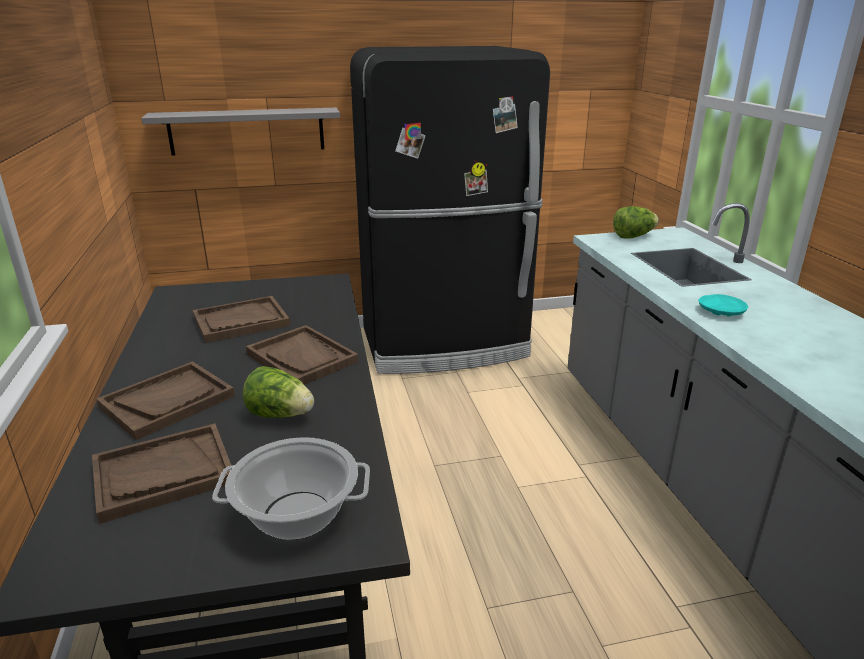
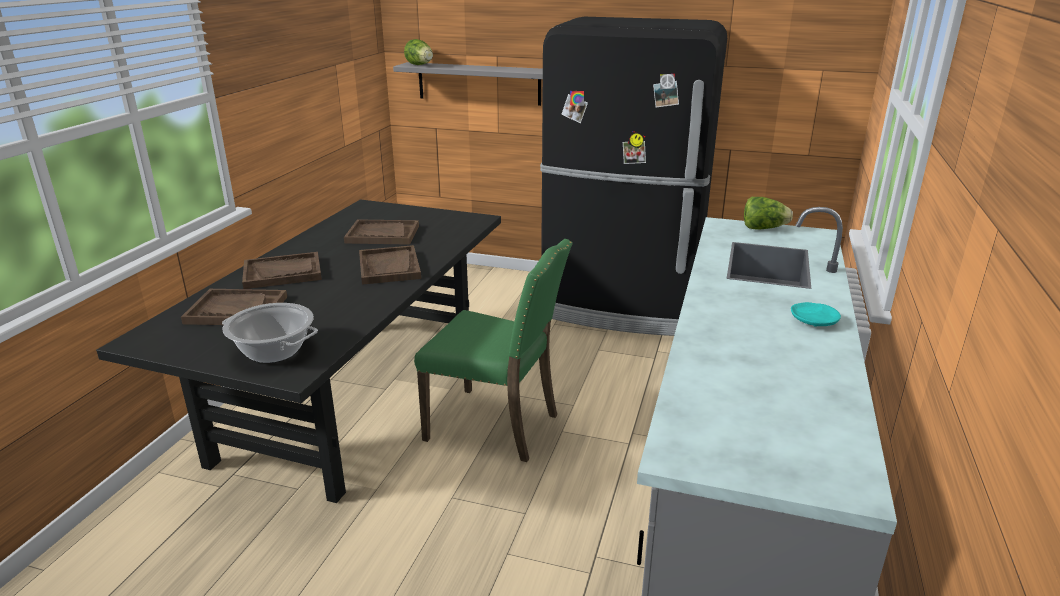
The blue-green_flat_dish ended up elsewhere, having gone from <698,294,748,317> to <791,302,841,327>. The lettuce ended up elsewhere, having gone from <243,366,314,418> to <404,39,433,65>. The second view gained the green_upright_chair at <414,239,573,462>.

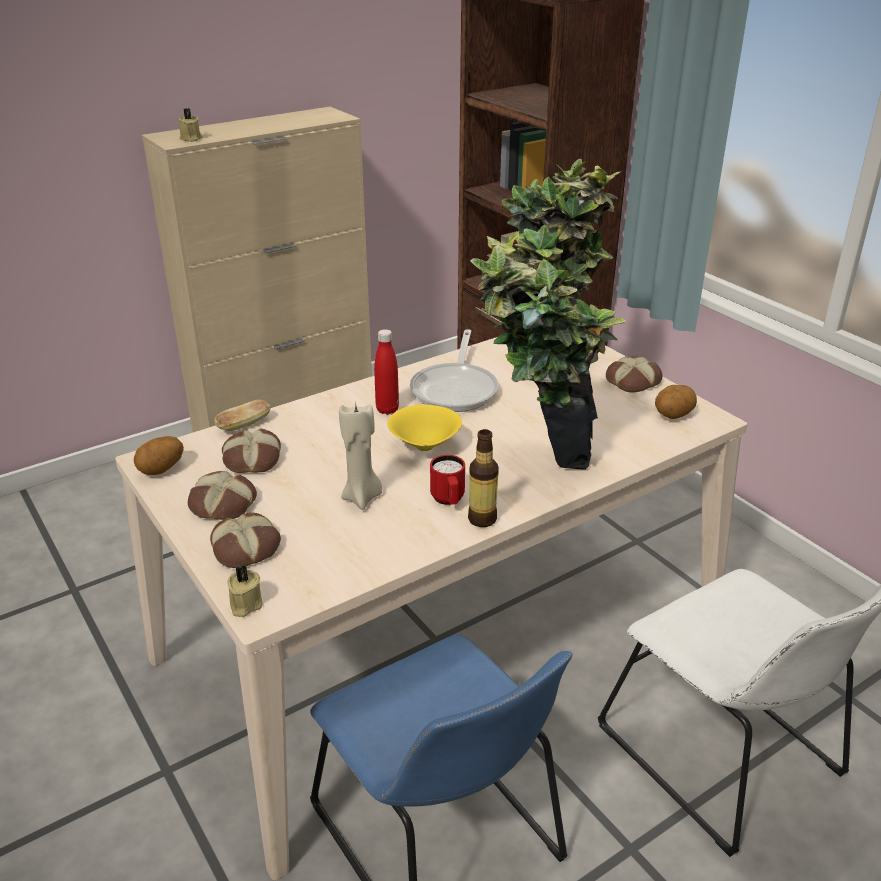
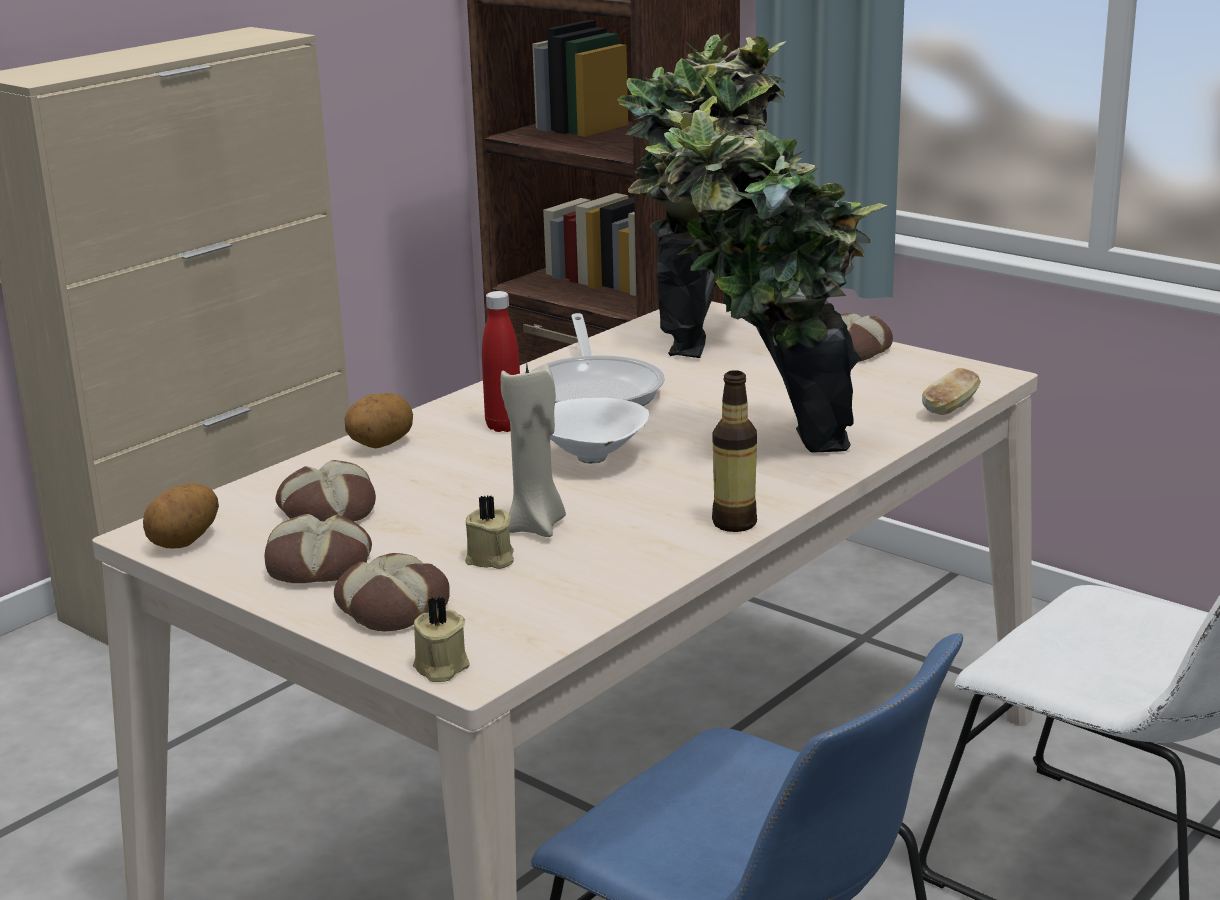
The beige-coloured_candle ended up elsewhere, having gone from <178,108,202,142> to <465,495,514,569>. The spud ended up elsewhere, having gone from <655,385,697,419> to <345,393,413,448>. The bread ended up elsewhere, having gone from <214,399,271,431> to <922,368,981,415>. What was the yellowish_deep_dish at <387,405,462,451> turned into the white_deep_dish at <550,398,649,464>. The second view lost the reddish_coffee_mug at <430,455,465,505>.

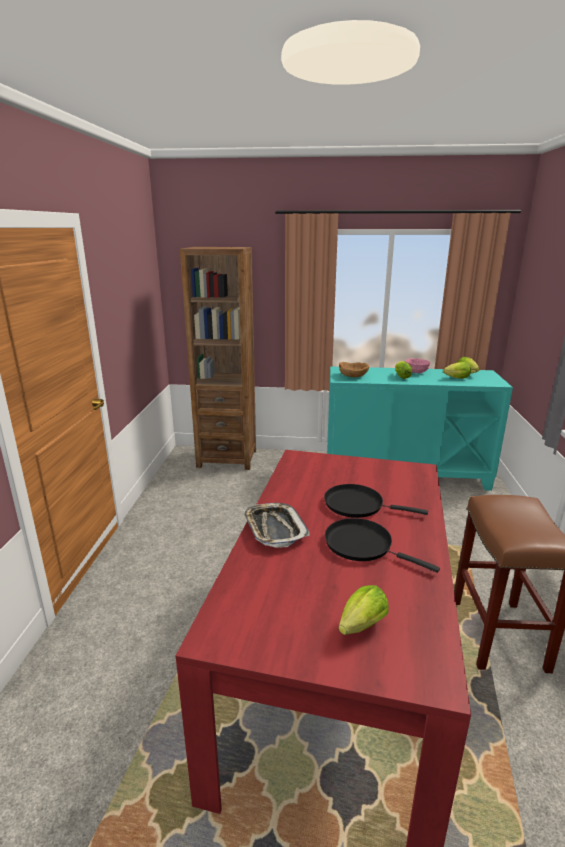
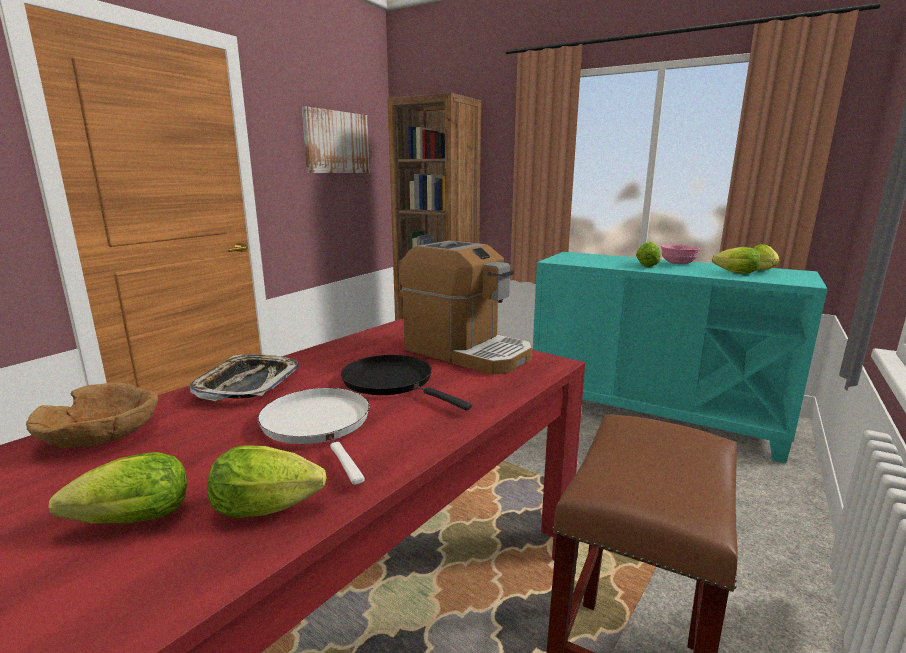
The brownish_deep_dish ended up elsewhere, having gone from <339,362,369,377> to <26,383,158,448>. What was the black-coloured_skillet at <325,518,440,573> turned into the white_skillet at <258,388,370,485>. The second view gained the wall_art at <301,106,370,173>. The second view gained the coffee_machine at <399,241,532,375>. The second view gained the lettuce at <207,445,327,518>.

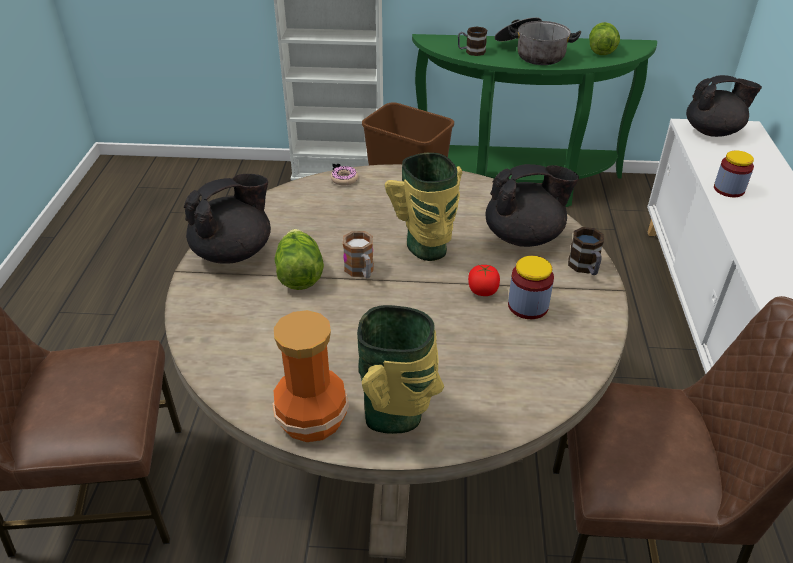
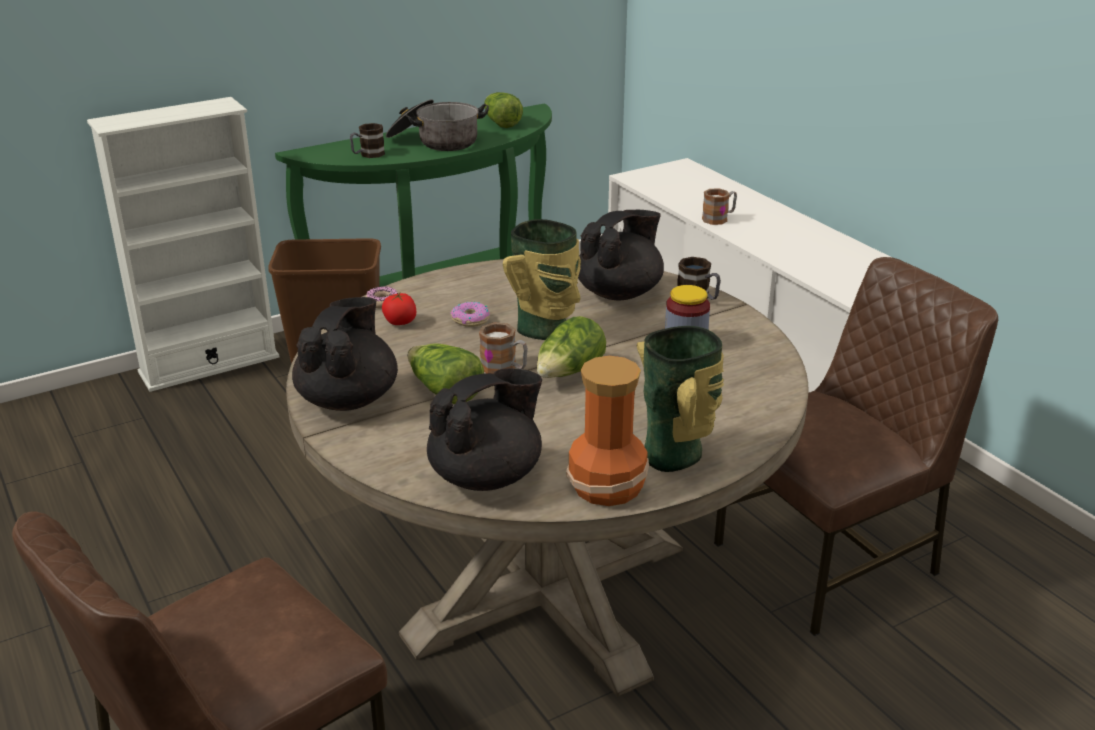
The black-coloured_tea_pot ended up elsewhere, having gone from <686,75,762,137> to <427,369,542,491>. Where the preserve_jar stood at <714,150,754,197>, the coffee_mug came to stand at <702,188,737,225>. The fresh_tomato ended up elsewhere, having gone from <468,265,500,296> to <382,293,417,325>. The second view gained the donut at <450,302,490,327>. The second view gained the lettuce at <537,316,606,378>.

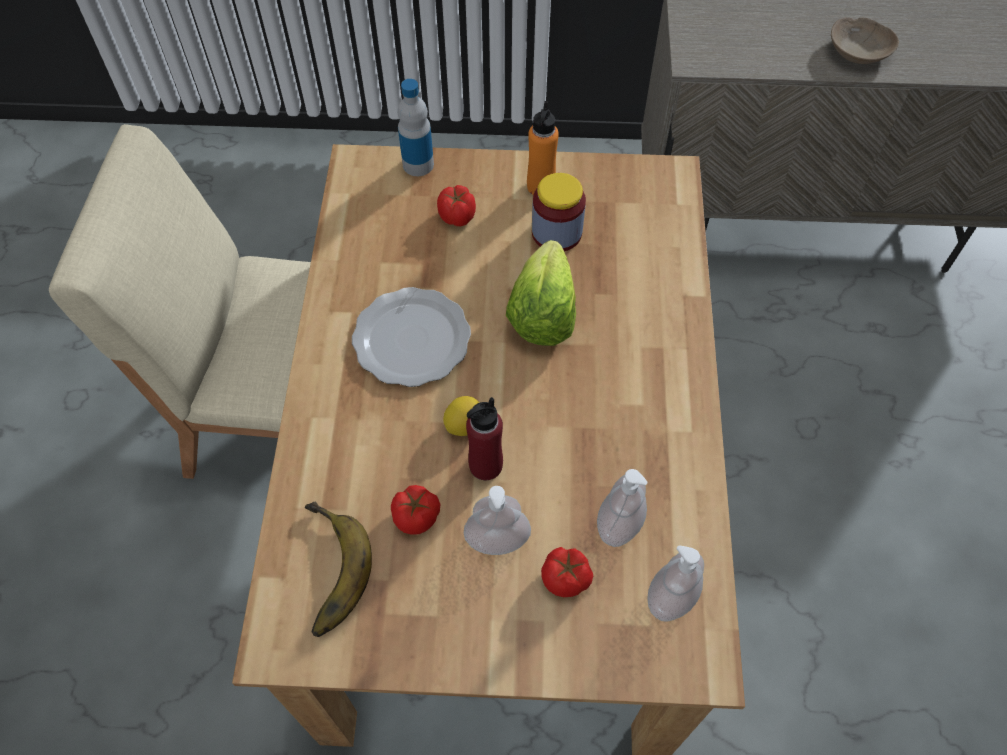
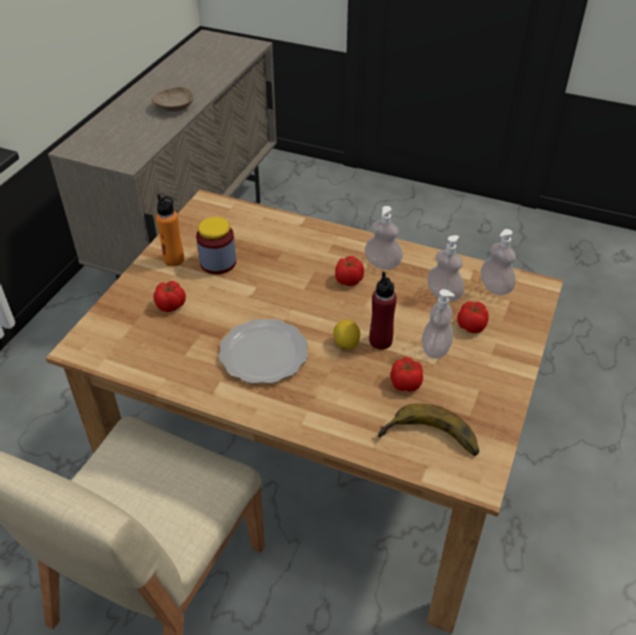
The second view lost the drink_bottle at <398,79,434,176>. The second view lost the lettuce at <506,240,576,346>. The second view gained the soap_dispenser at <364,206,403,270>. The second view gained the fresh_tomato at <335,256,364,286>.

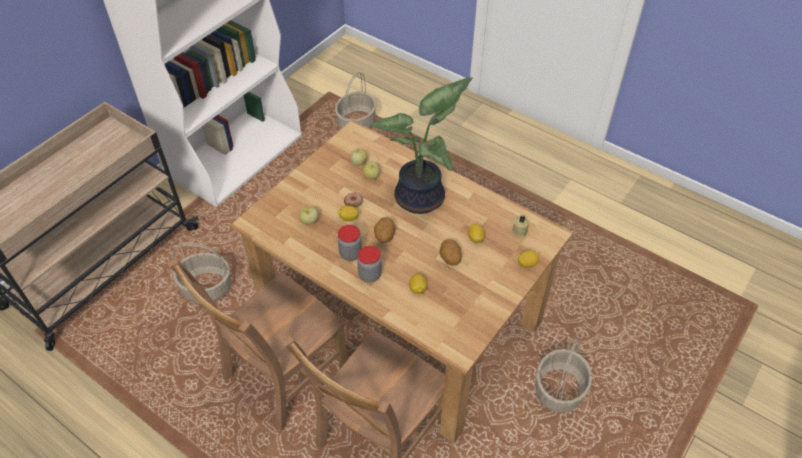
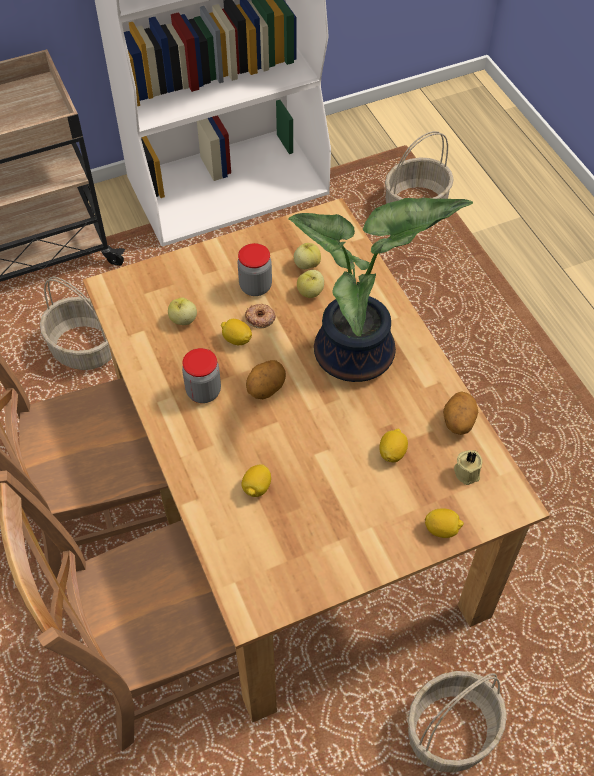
The spud ended up elsewhere, having gone from <440,239,462,266> to <443,391,478,435>. The preserve_jar ended up elsewhere, having gone from <357,246,382,282> to <238,243,272,296>.

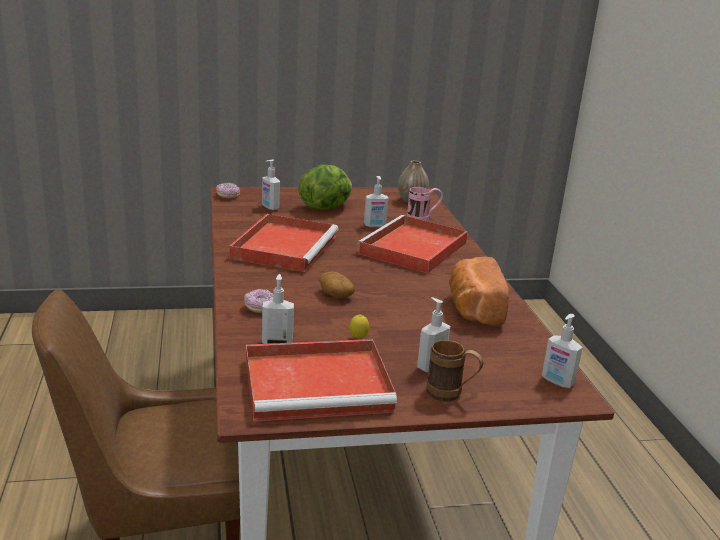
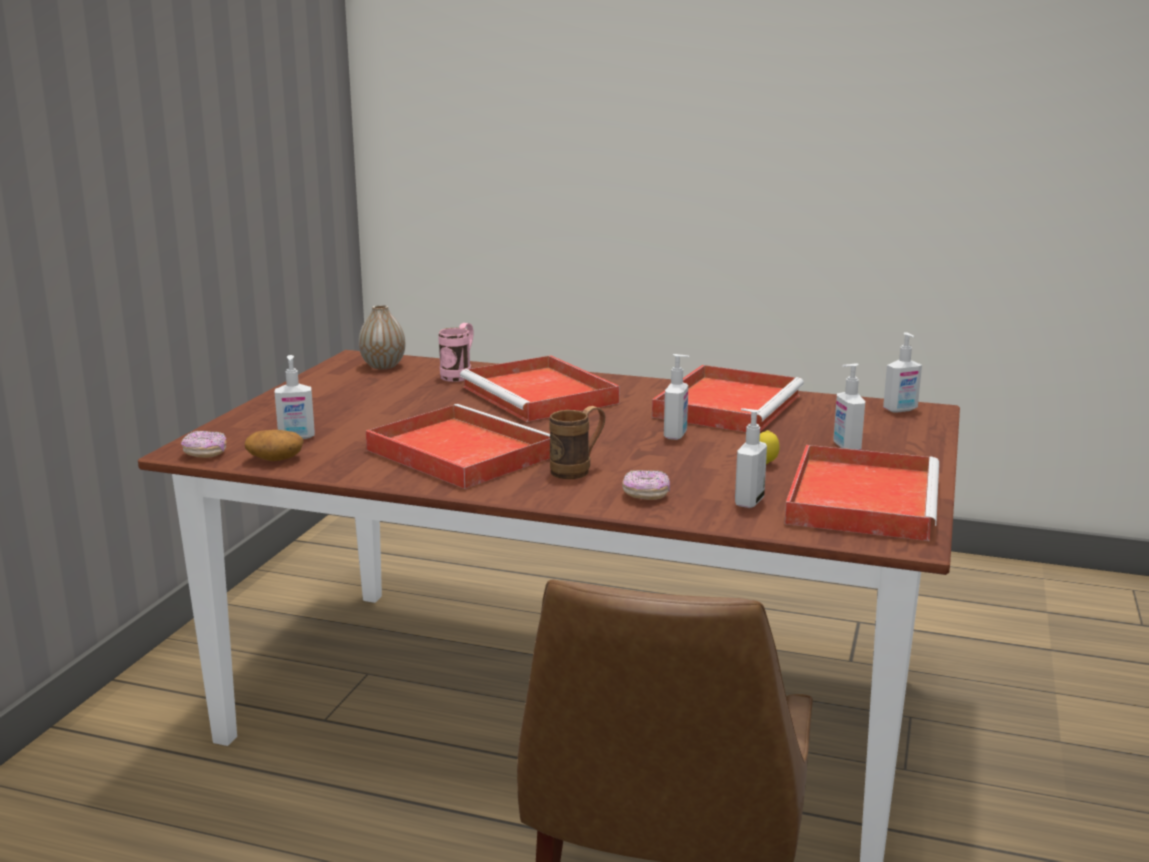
The second view lost the lettuce at <299,165,352,209>. The soap_dispenser ended up elsewhere, having gone from <364,176,389,227> to <664,354,689,440>. Where the bread stood at <449,257,509,326>, the reddish_carrying_tray came to stand at <652,365,804,432>. The spud ended up elsewhere, having gone from <319,272,355,298> to <245,430,304,461>. The brownish_coffee_mug ended up elsewhere, having gone from <427,340,483,402> to <549,406,605,479>.

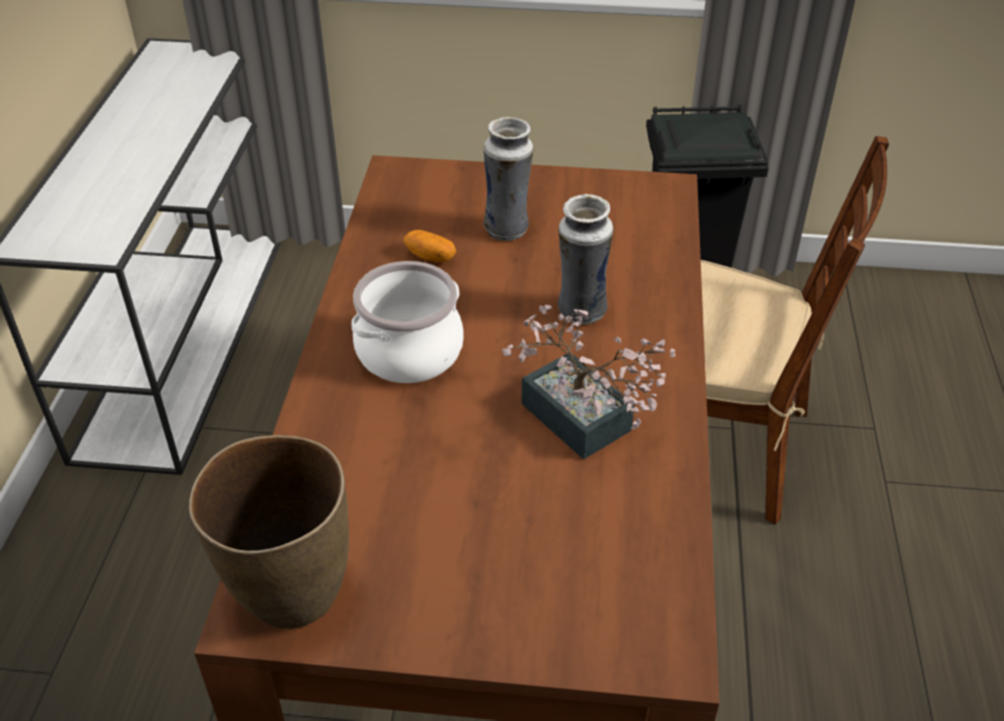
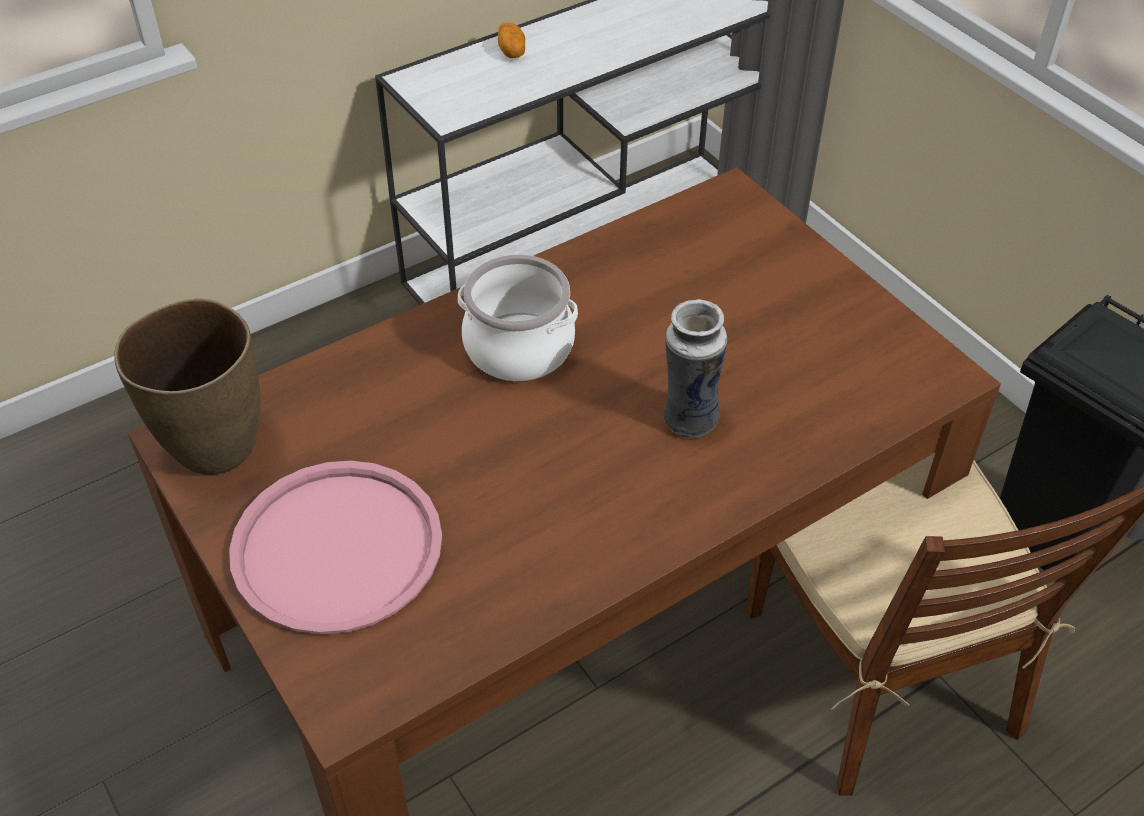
The second view lost the vase at <484,117,534,241>. The spud ended up elsewhere, having gone from <404,230,456,262> to <498,23,525,58>. The second view lost the houseplant at <502,305,675,460>. The second view gained the pink_carrying_tray at <229,461,442,634>.

